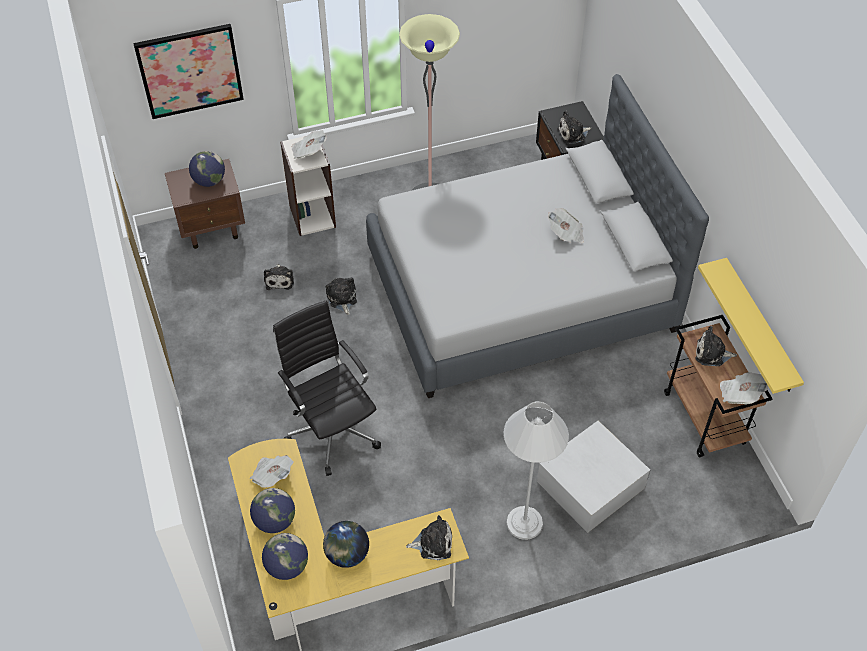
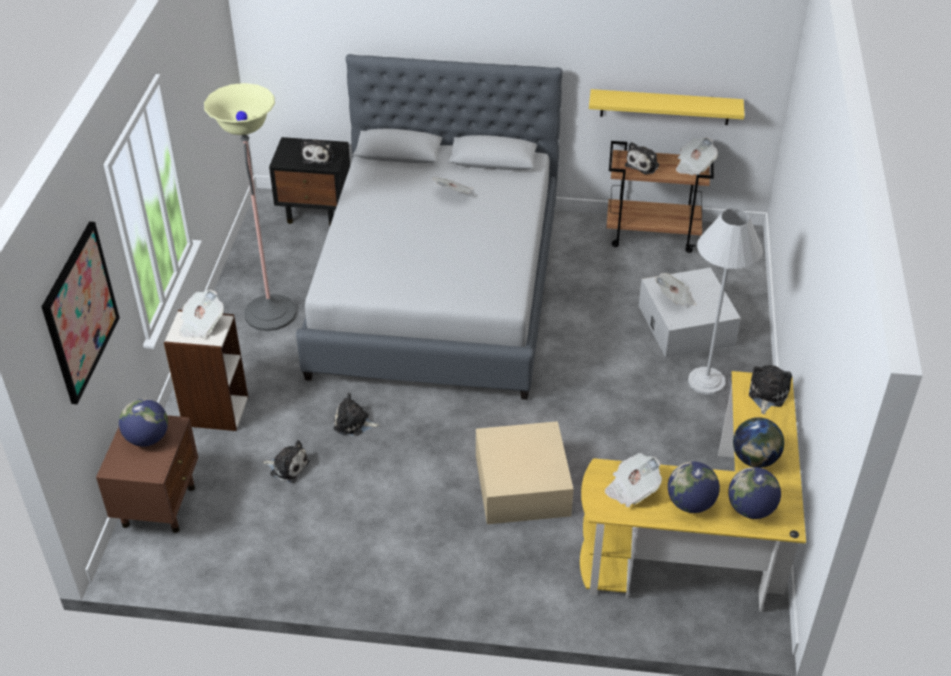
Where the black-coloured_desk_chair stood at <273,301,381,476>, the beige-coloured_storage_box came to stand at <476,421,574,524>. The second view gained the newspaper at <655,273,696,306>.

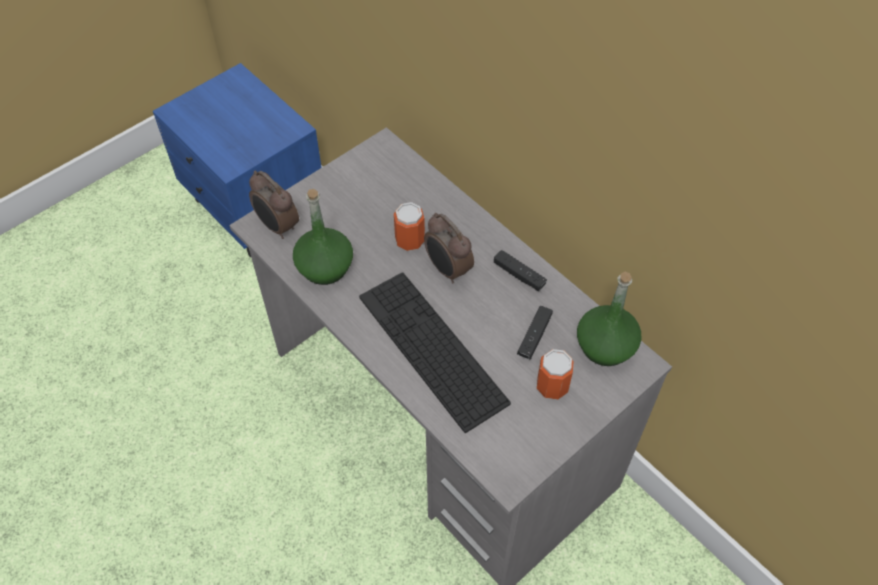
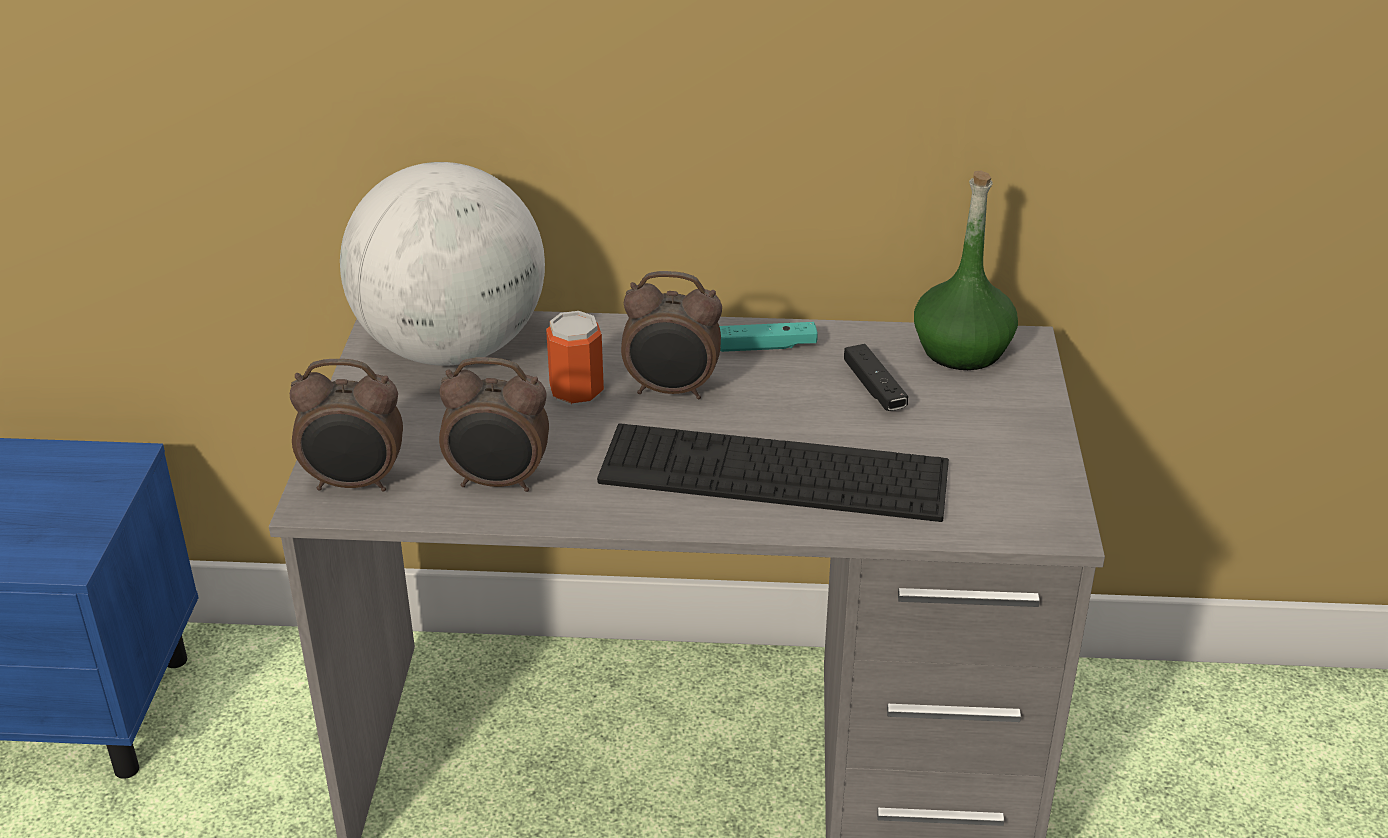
Where the green_drink_bottle stood at <293,189,353,285>, the table_clock came to stand at <439,357,549,492>. What was the black-coloured_joypad at <494,250,547,291> turned into the blue-green_joypad at <719,322,818,352>. The second view lost the metal_can at <537,349,574,399>. The second view gained the globe at <340,162,545,366>.

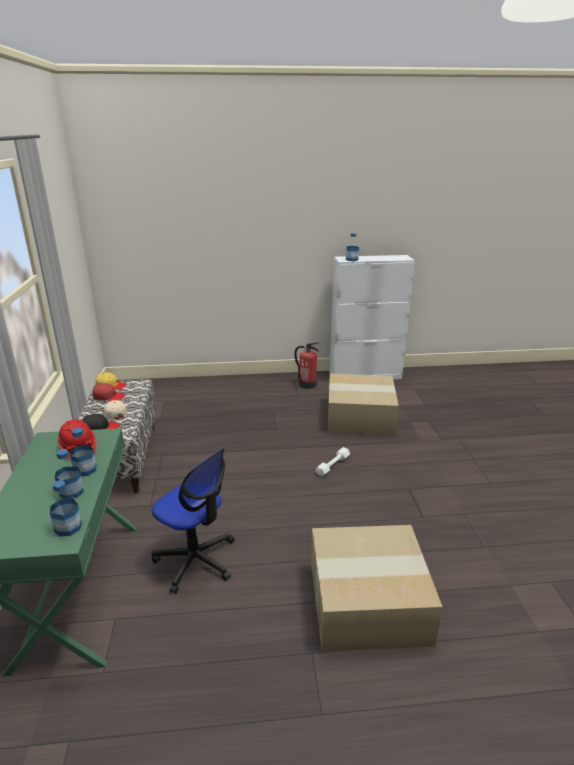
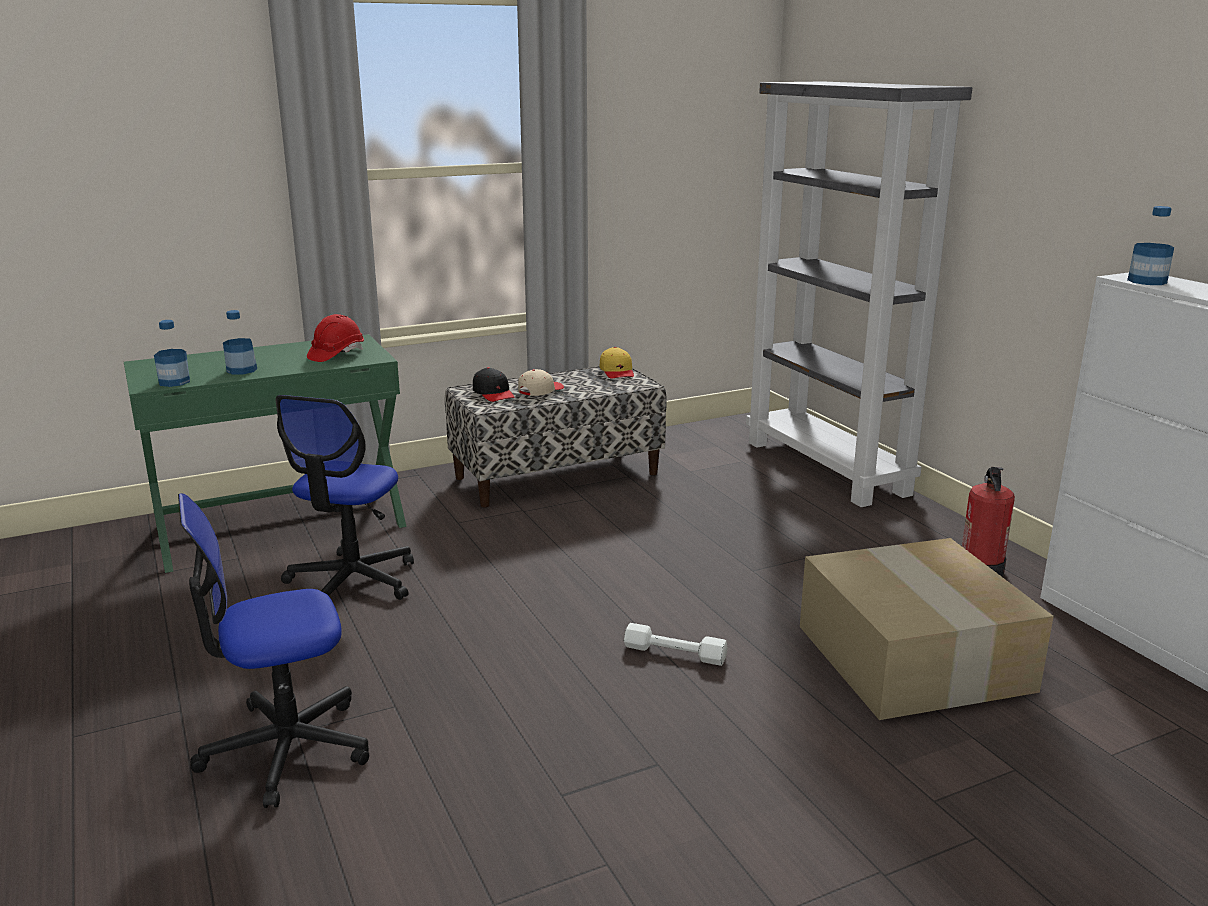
The second view lost the reddish_baseball_cap at <93,383,125,401>. The second view lost the drink_bottle at <70,428,97,477>. Where the cardboard_box stood at <311,525,443,652>, the desk_chair came to stand at <178,493,369,808>. The second view gained the grey_shelving_unit at <746,81,972,507>.

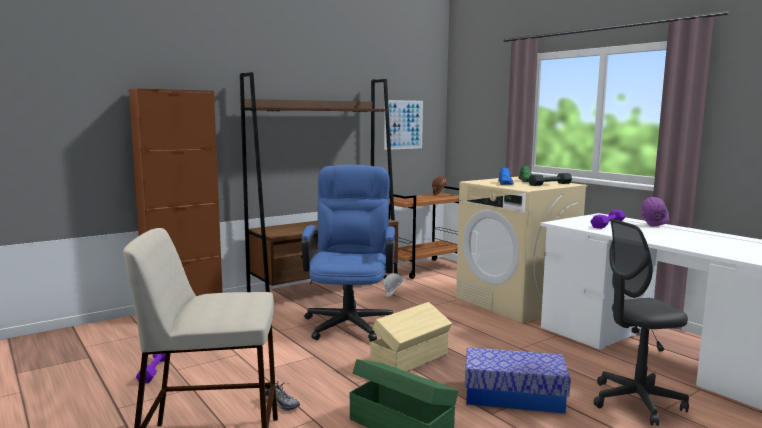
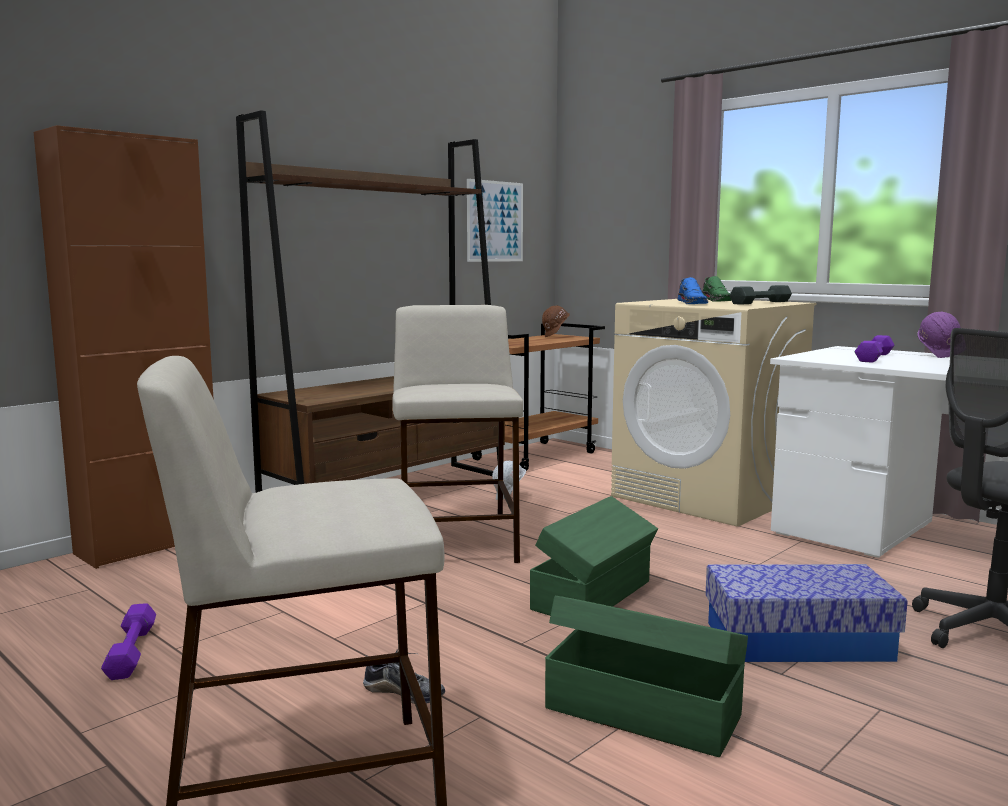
Where the bluish_desk_chair stood at <301,165,395,342>, the beige-coloured_stool_seat came to stand at <392,305,523,563>. What was the beige-coloured_storage_box at <370,302,452,372> turned into the green_storage_box at <530,496,658,616>.

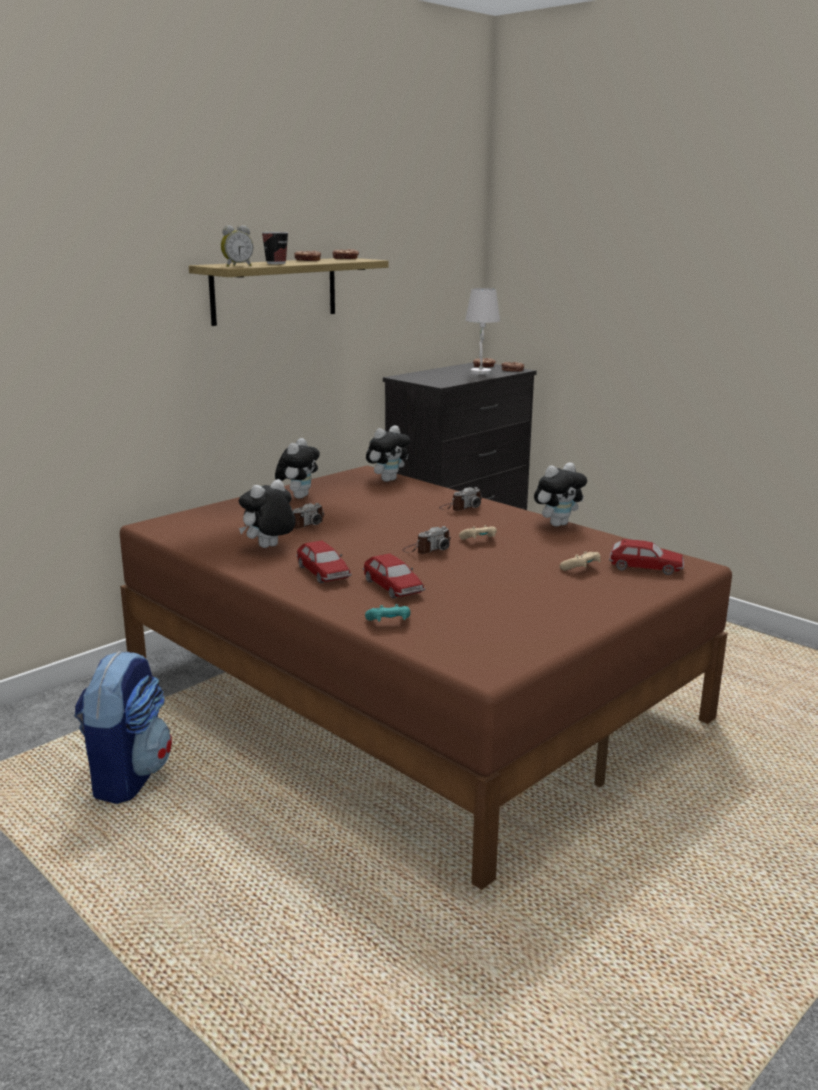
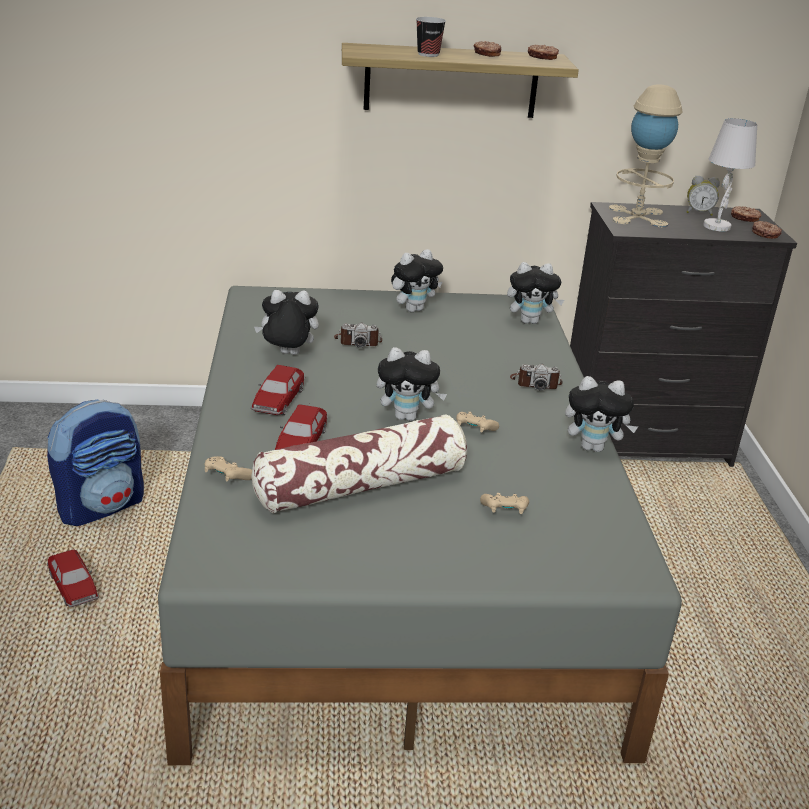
The table_clock ended up elsewhere, having gone from <221,225,253,267> to <687,176,720,216>. What was the brownish_sleeping_bed at <120,466,732,890> turned into the grey_sleeping_bed at <158,286,682,765>. Where the photo_camera stood at <402,526,451,554>, the cuddly_toy came to stand at <377,347,447,421>. The miniature_car ended up elsewhere, having gone from <609,539,684,575> to <47,549,99,607>. What was the blue-green_joypad at <365,604,411,622> turned into the beige-coloured_joypad at <205,456,252,482>. The second view gained the beige-coloured_table_lamp at <609,84,683,227>. The second view gained the throw_pillow at <251,414,467,513>.

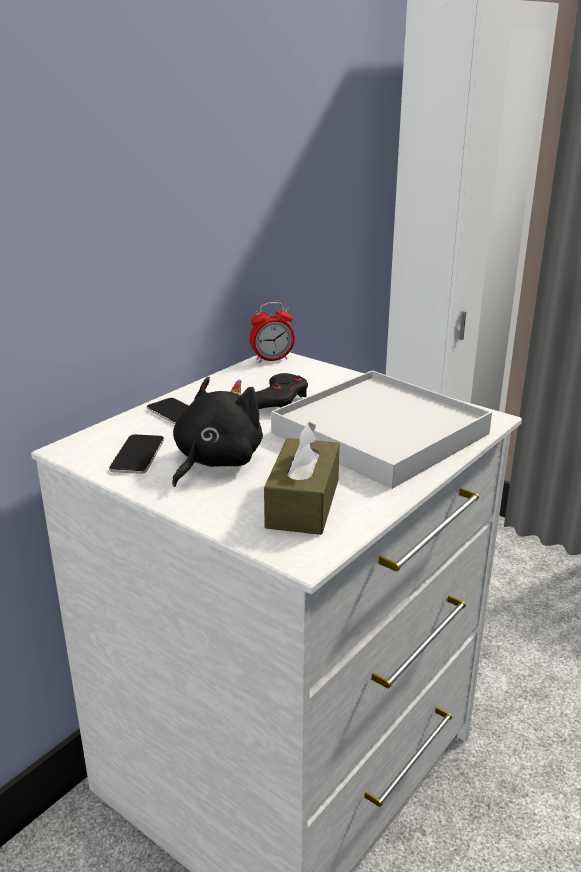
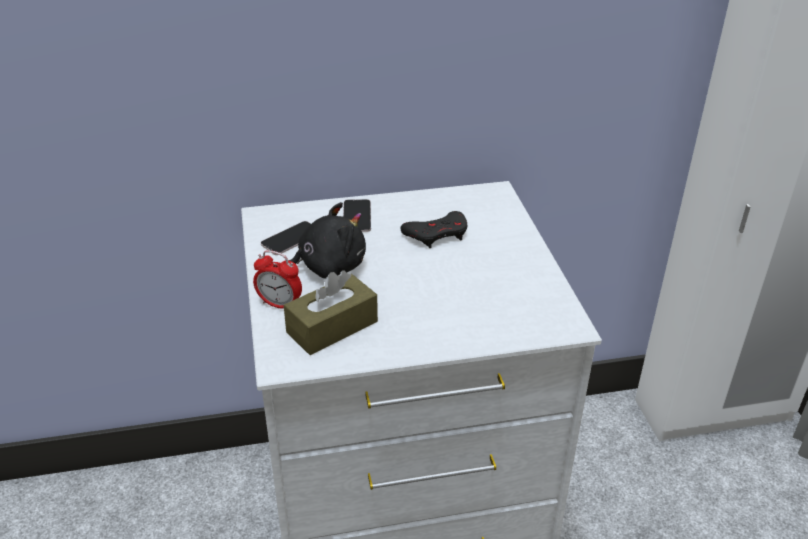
The table_clock ended up elsewhere, having gone from <250,302,295,363> to <253,250,302,309>. The second view lost the white_carrying_tray at <271,370,492,489>.

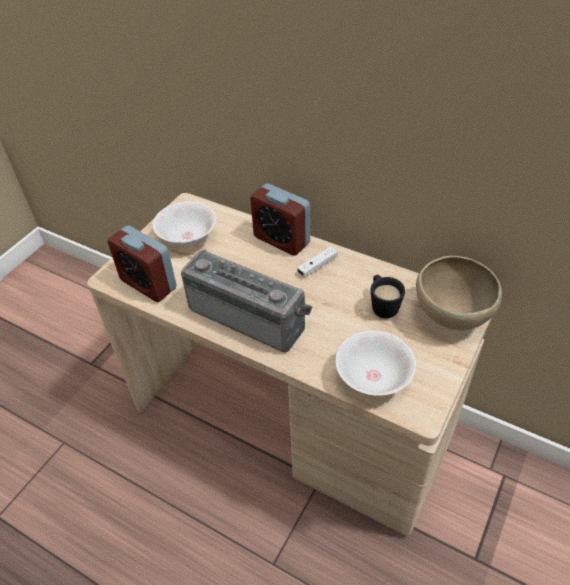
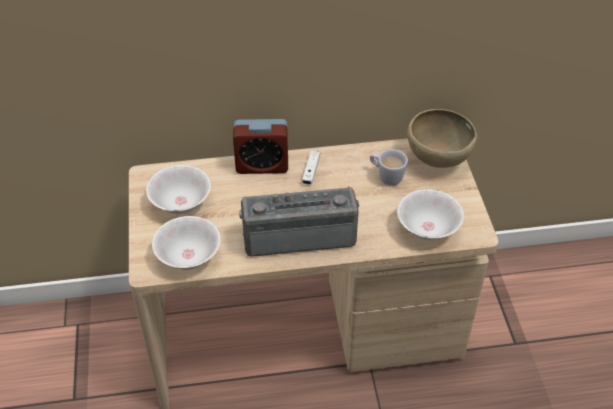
Where the table_clock stood at <107,225,177,302>, the white_deep_dish came to stand at <152,216,221,270>. What was the black-coloured_coffee_mug at <371,275,405,318> turned into the white_coffee_mug at <370,149,408,185>.

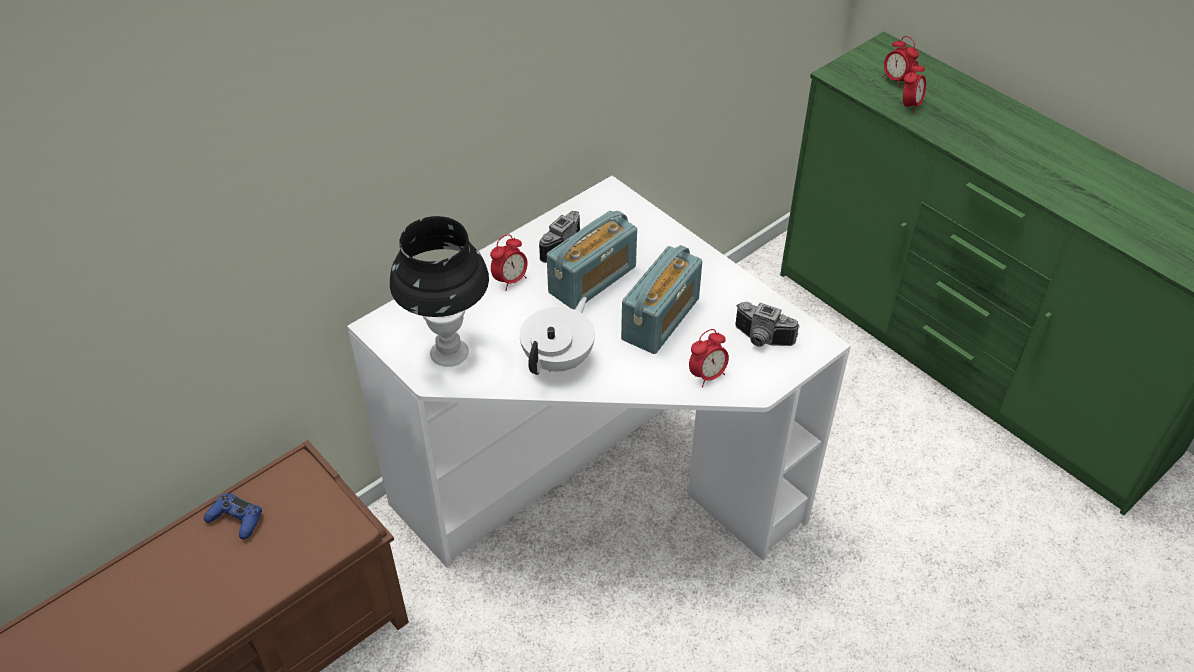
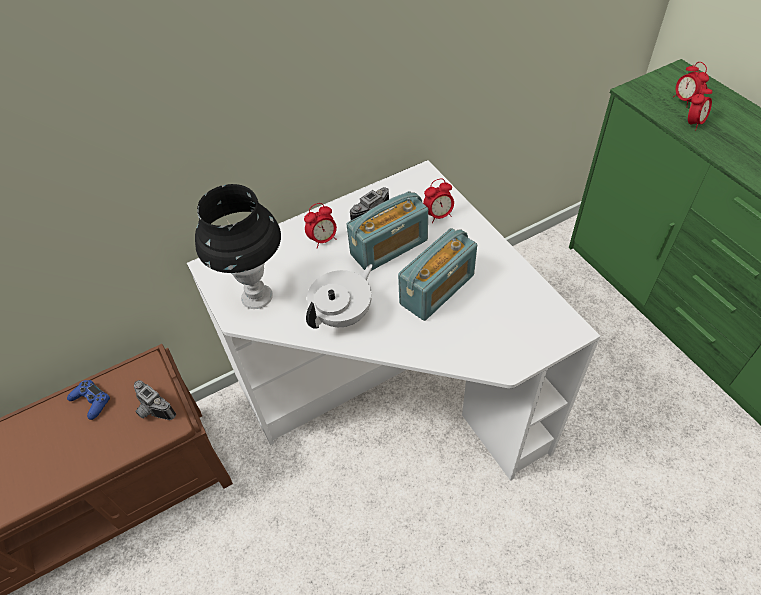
The photo_camera ended up elsewhere, having gone from <735,302,800,347> to <134,380,176,420>. The table_clock ended up elsewhere, having gone from <689,329,729,387> to <423,179,454,224>.

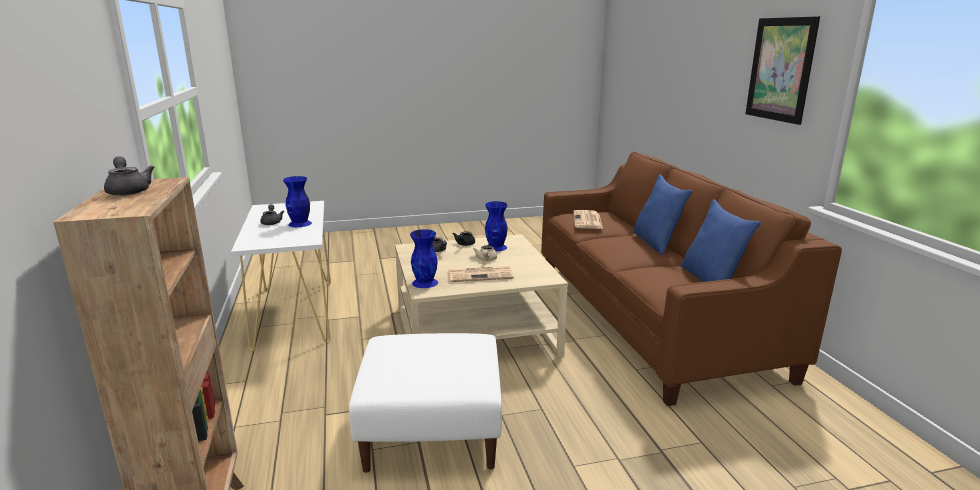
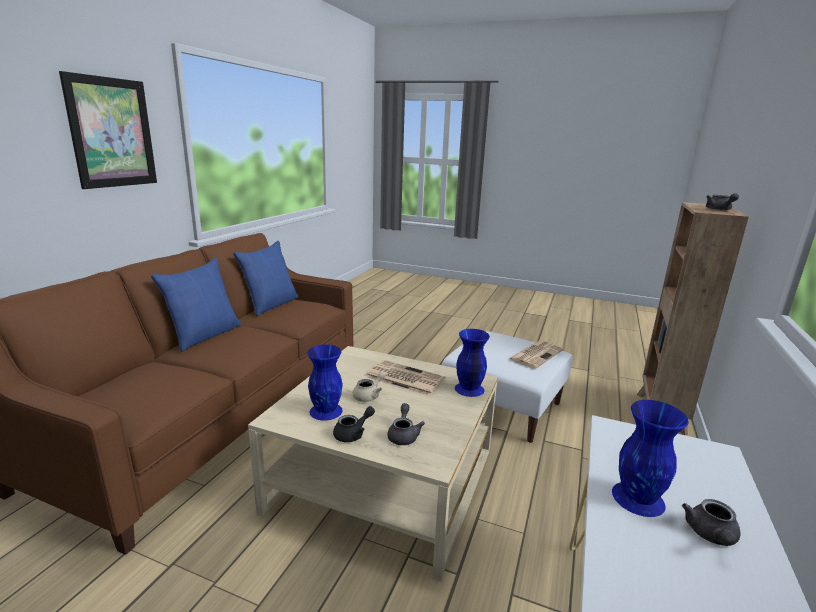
The newspaper ended up elsewhere, having gone from <573,210,603,229> to <509,341,564,369>.

